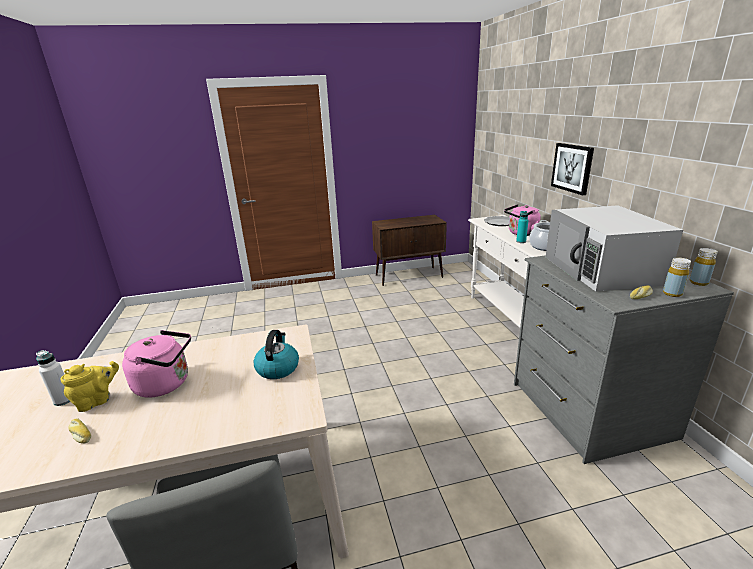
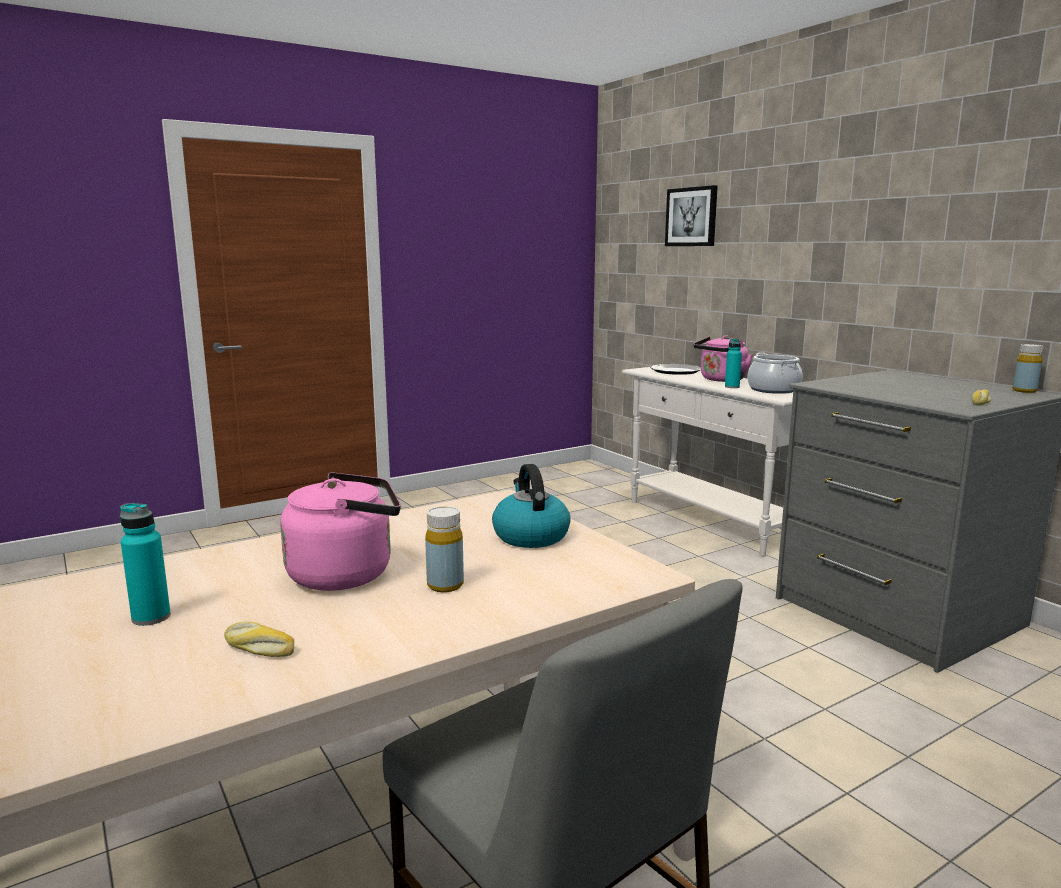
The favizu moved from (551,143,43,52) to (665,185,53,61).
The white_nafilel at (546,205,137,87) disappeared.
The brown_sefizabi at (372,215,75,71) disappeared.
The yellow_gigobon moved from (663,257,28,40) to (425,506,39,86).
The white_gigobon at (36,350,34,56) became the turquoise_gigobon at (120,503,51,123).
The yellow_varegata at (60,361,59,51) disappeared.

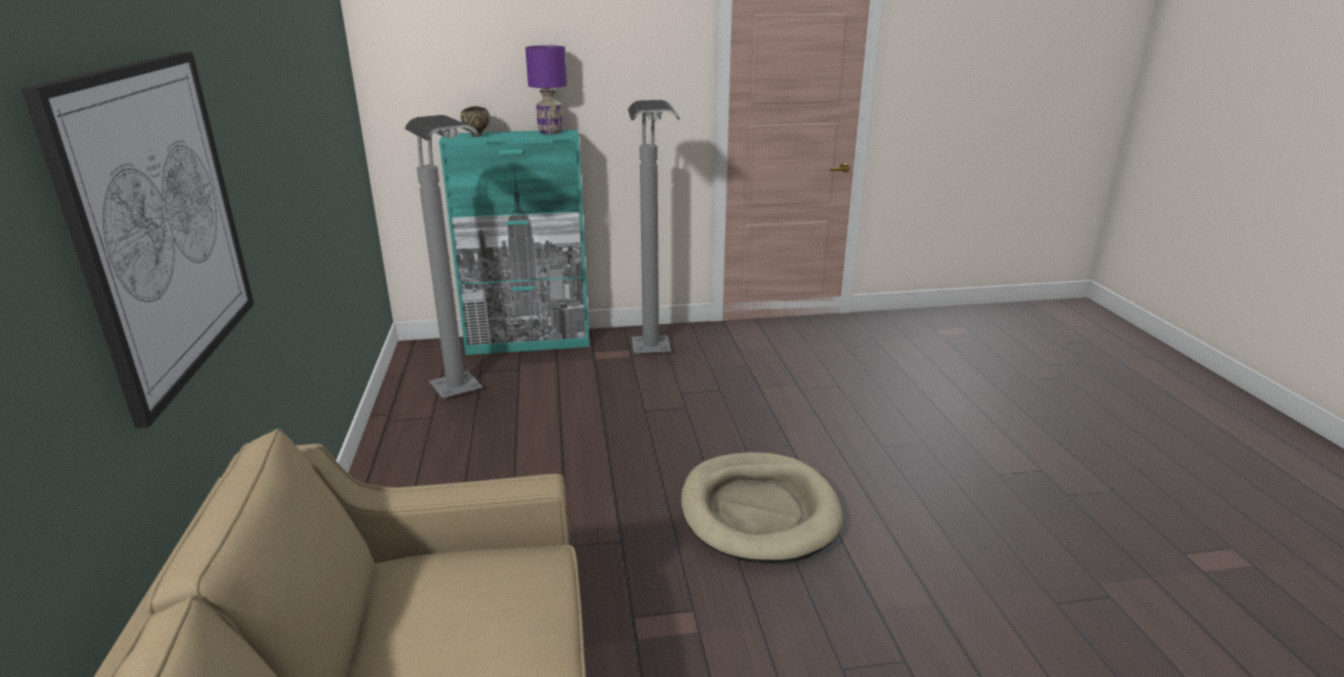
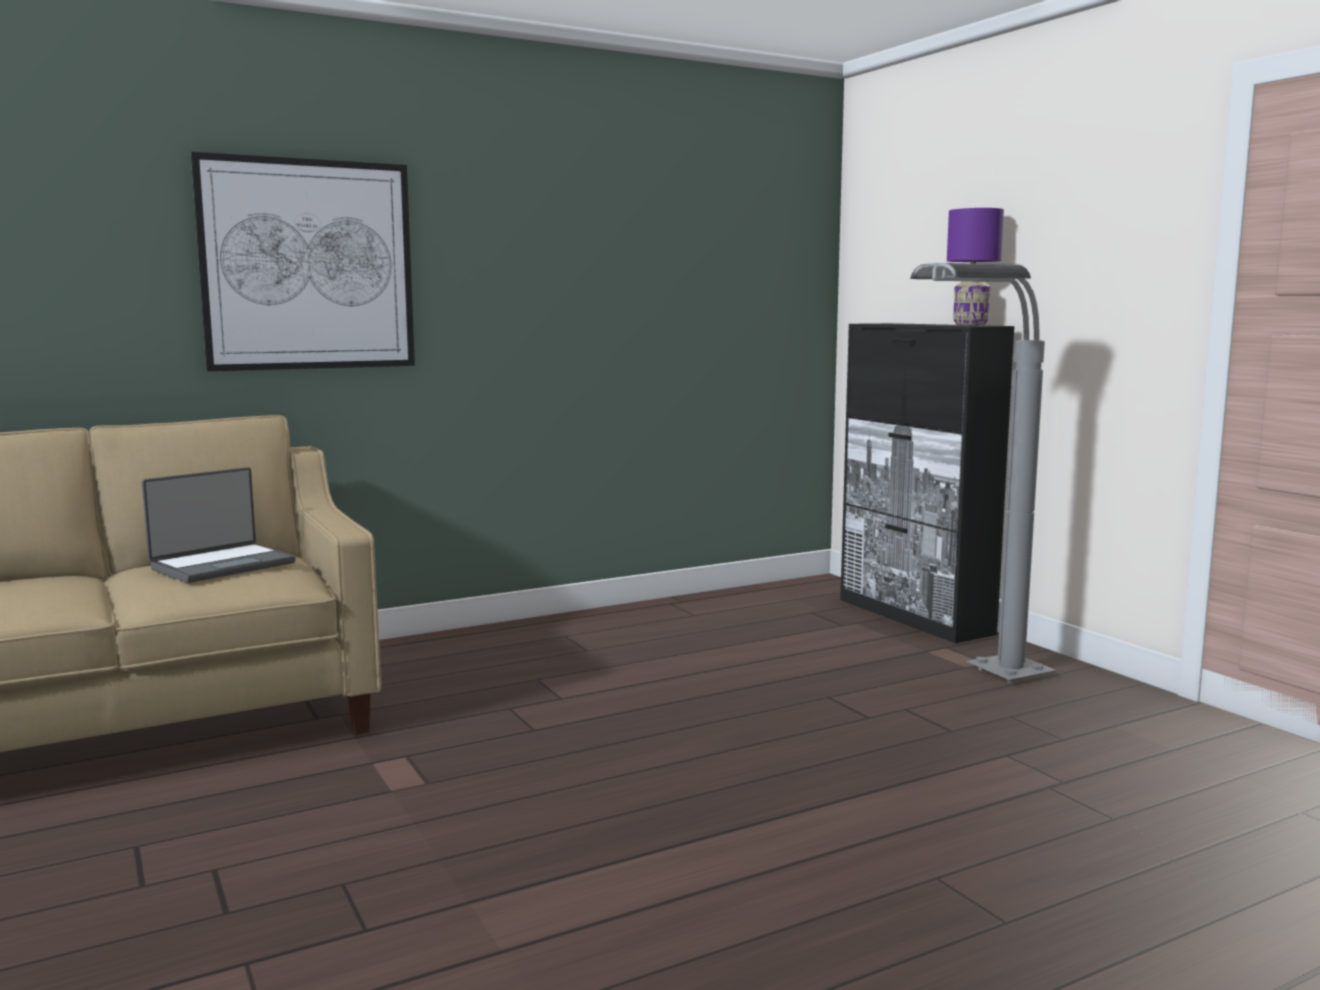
The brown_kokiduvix at (461,106,29,31) disappeared.
The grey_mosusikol at (405,115,78,284) disappeared.
The turquoise_sefizabi at (439,130,151,225) became the black_sefizabi at (840,323,175,320).
The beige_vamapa at (681,452,162,111) disappeared.
The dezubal at (142,467,154,116) appeared.

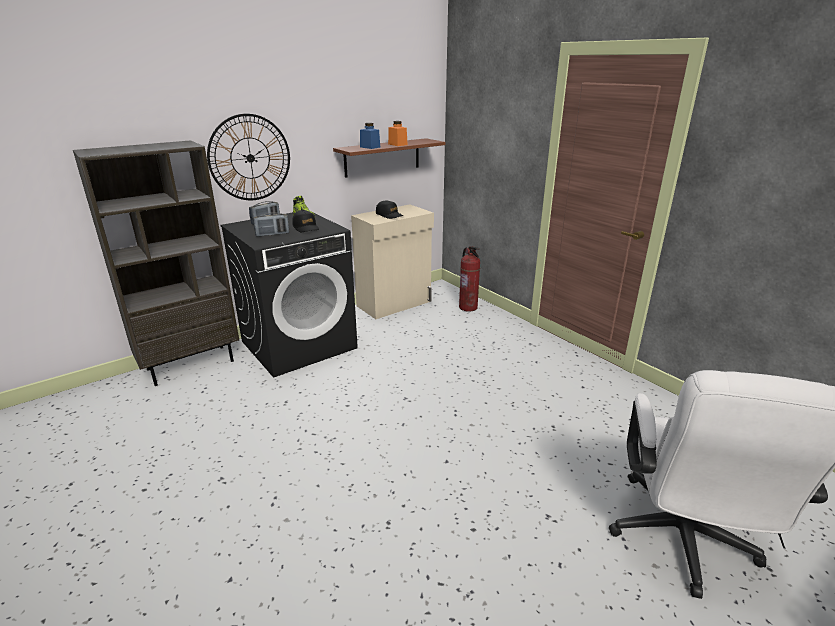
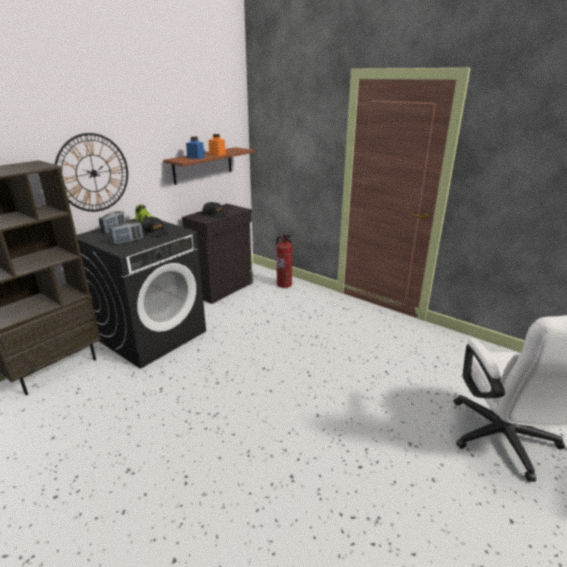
The beige_sefizabi at (351,204,83,115) became the black_sefizabi at (182,204,71,100).

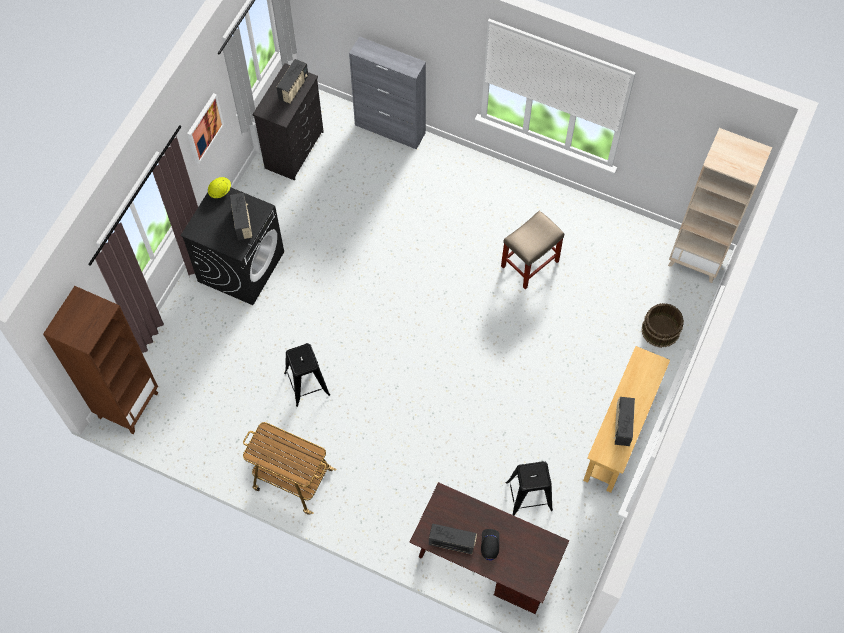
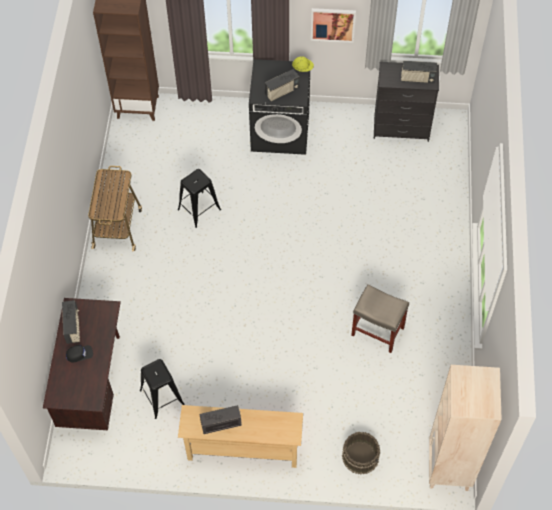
The grey_sefizabi at (349,36,77,113) disappeared.

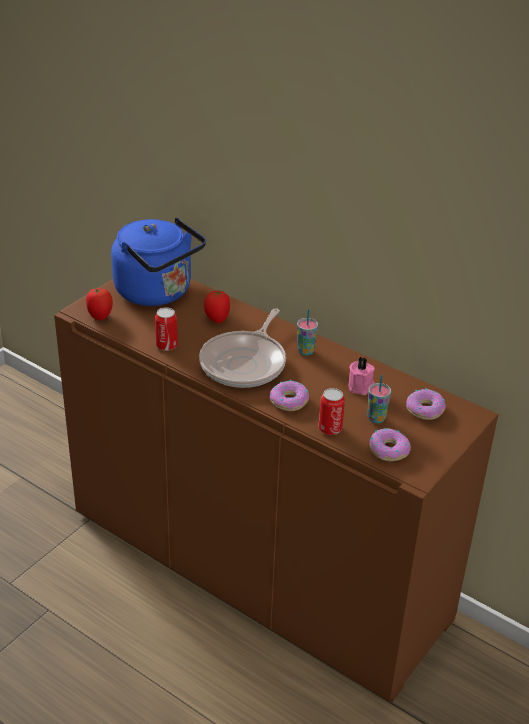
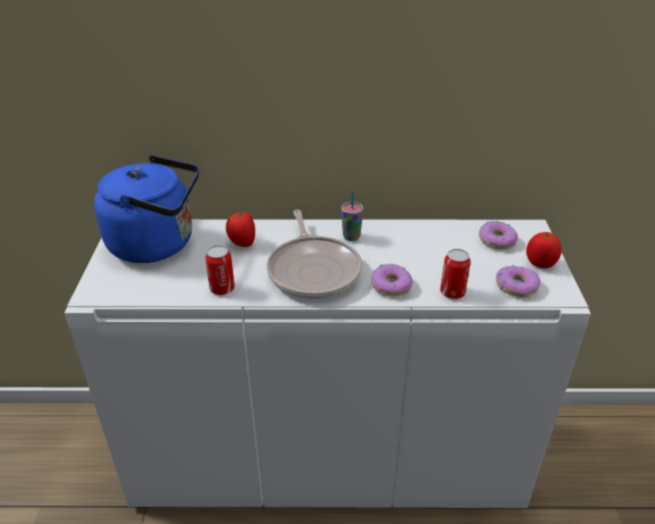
The brown_sefizabi at (54,279,445,423) became the white_sefizabi at (64,219,527,289).
The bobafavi moved from (86,288,27,33) to (526,232,36,36).
The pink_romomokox at (348,357,27,38) disappeared.
The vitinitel at (368,375,23,48) disappeared.

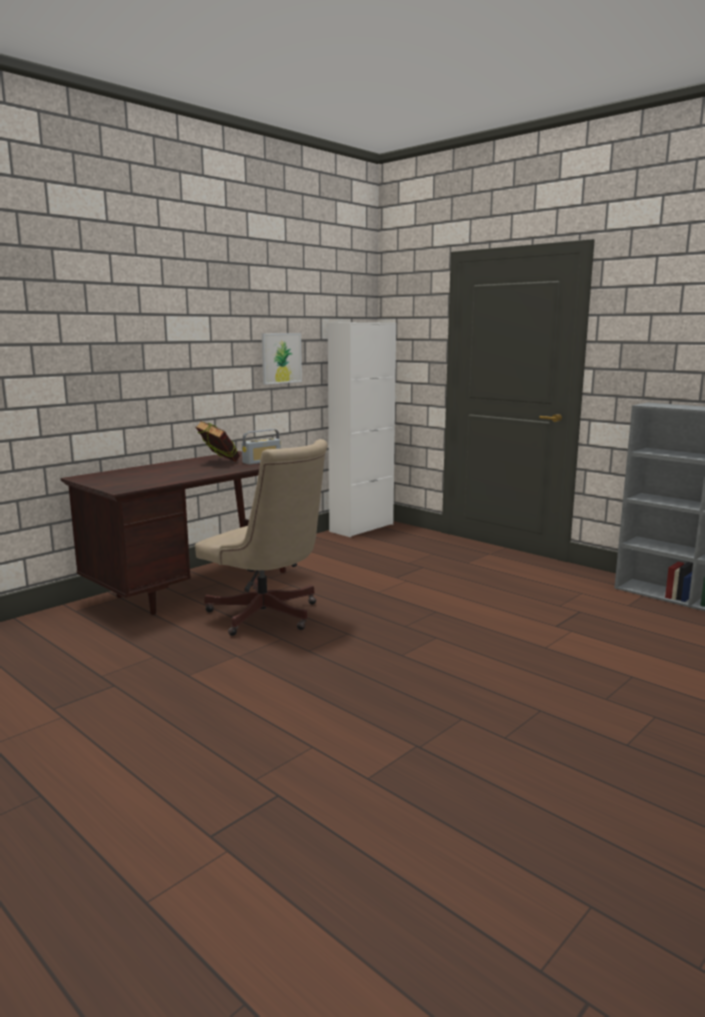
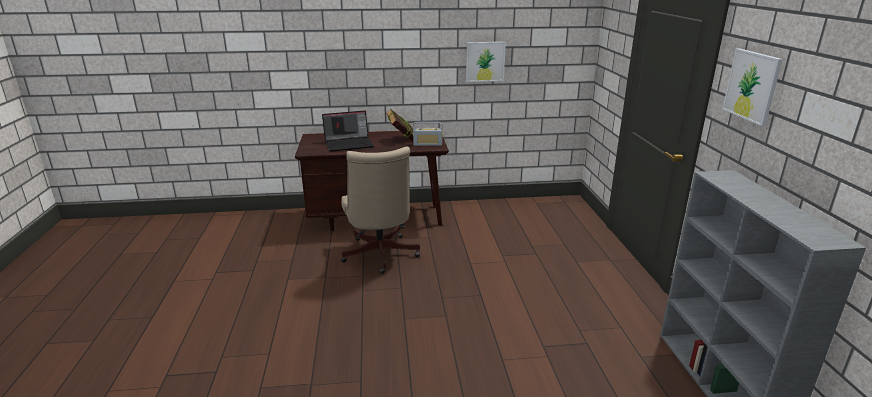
The white_sefizabi at (328,322,68,215) disappeared.
The favizu at (722,48,61,78) appeared.
The dezubal at (322,110,52,42) appeared.

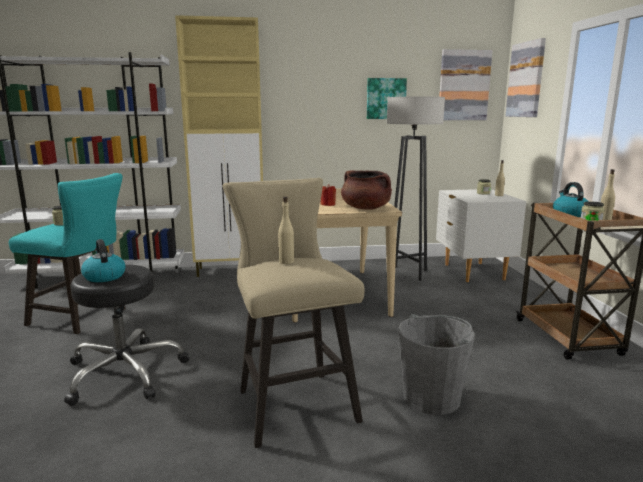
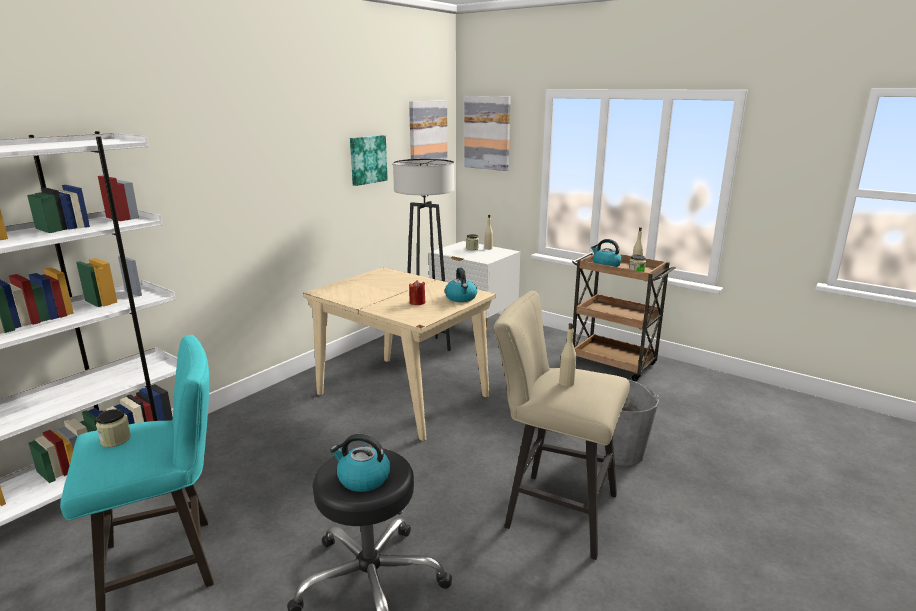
The beige_sefizabi at (175,15,88,262) disappeared.
The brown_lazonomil at (341,171,51,39) was replaced by the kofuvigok at (445,268,32,34).

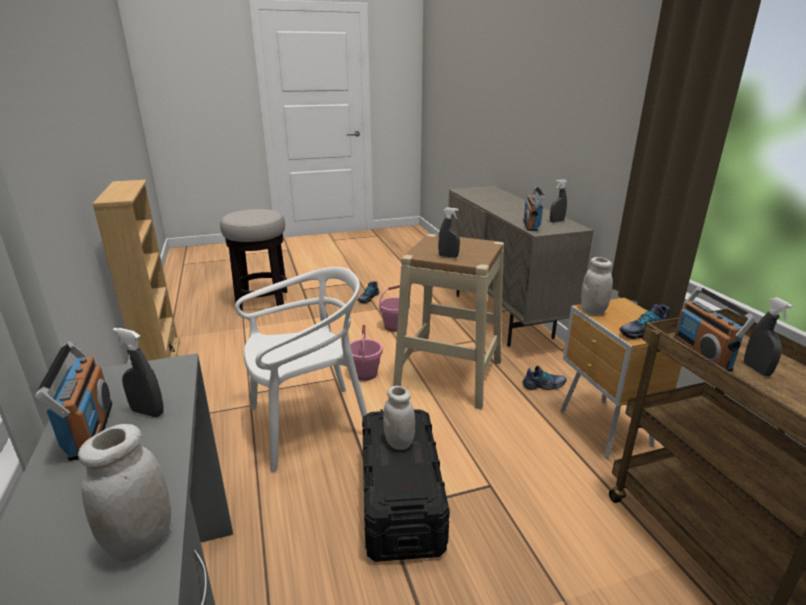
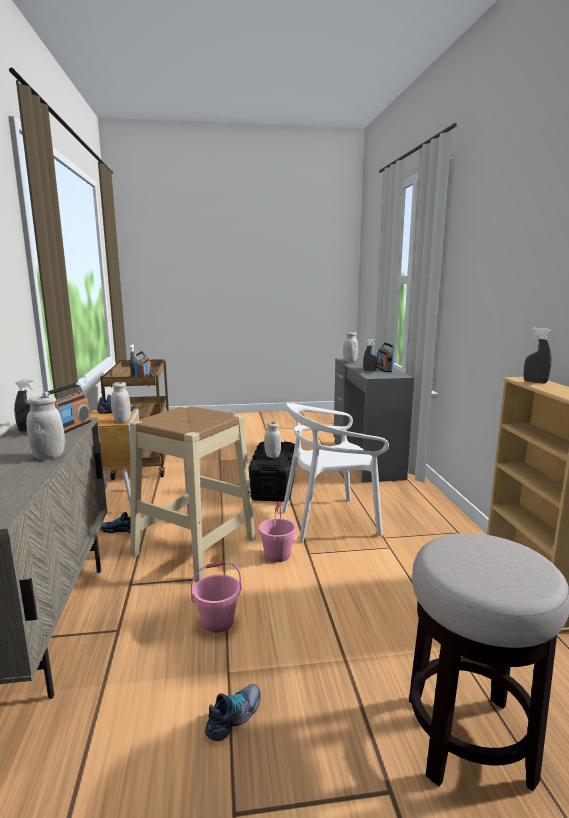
The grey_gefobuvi moved from (438,207,22,51) to (524,327,28,57).
The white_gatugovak at (26,396,39,64) appeared.

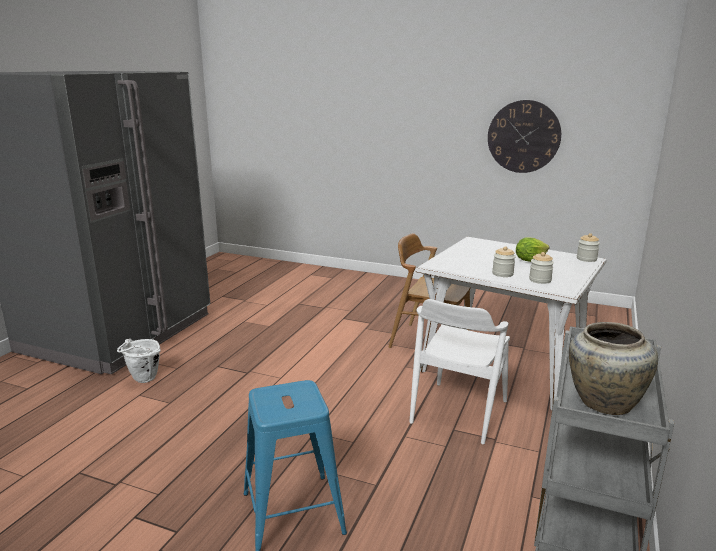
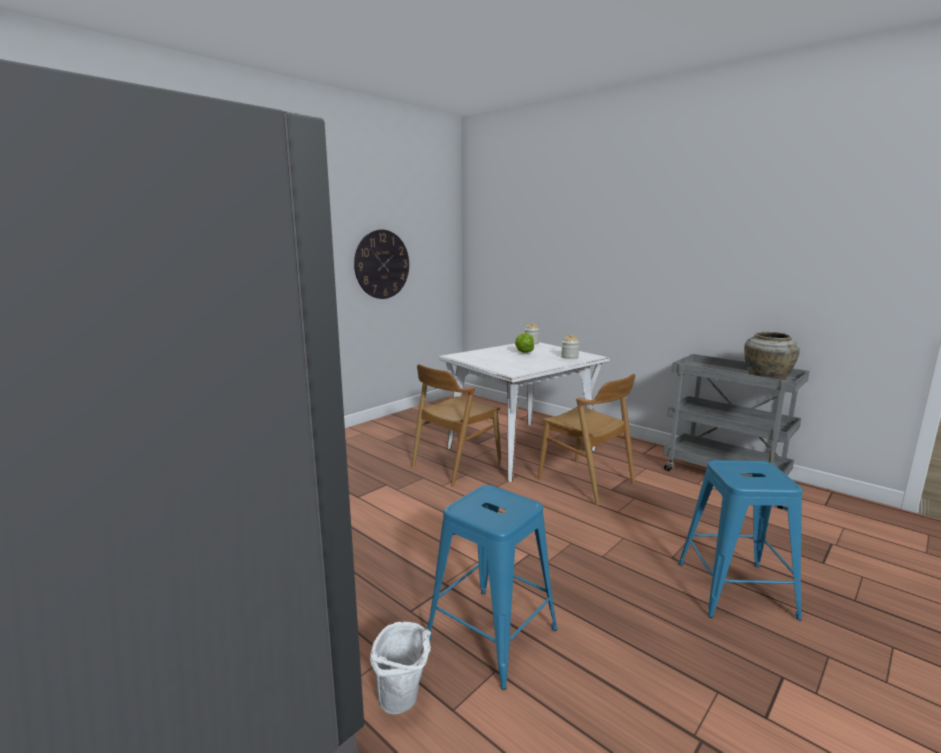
The gatugovak at (492,246,24,31) disappeared.
The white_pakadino at (409,299,101,145) became the brown_pakadino at (537,374,98,131).
The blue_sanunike at (427,485,130,205) appeared.

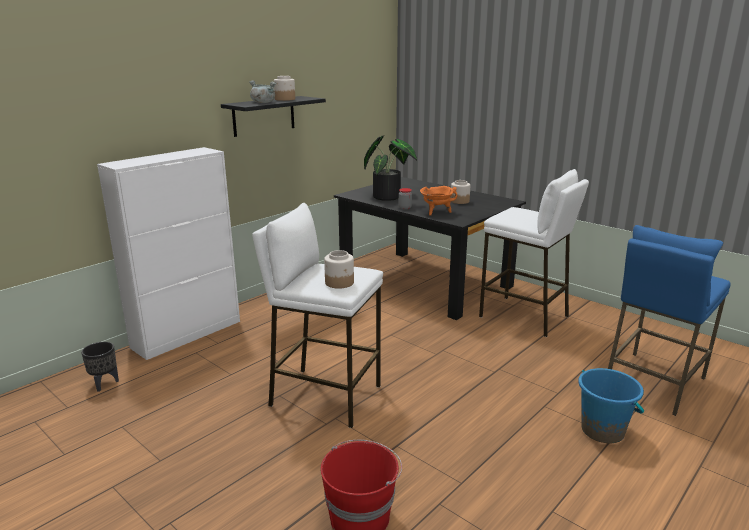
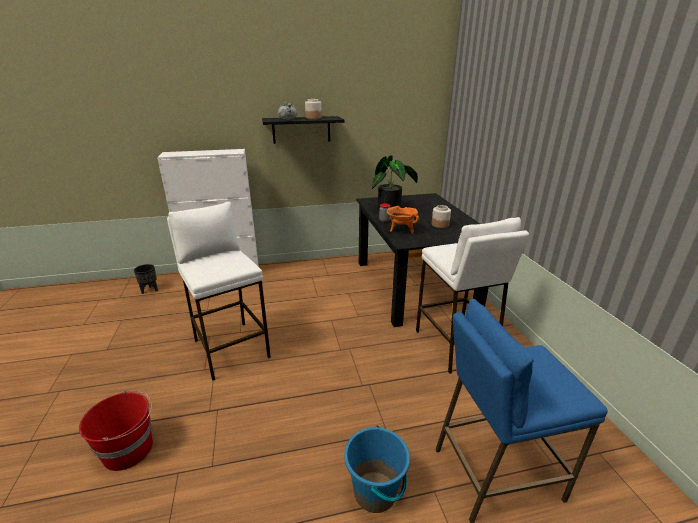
The gatugovak at (324,250,30,39) disappeared.

